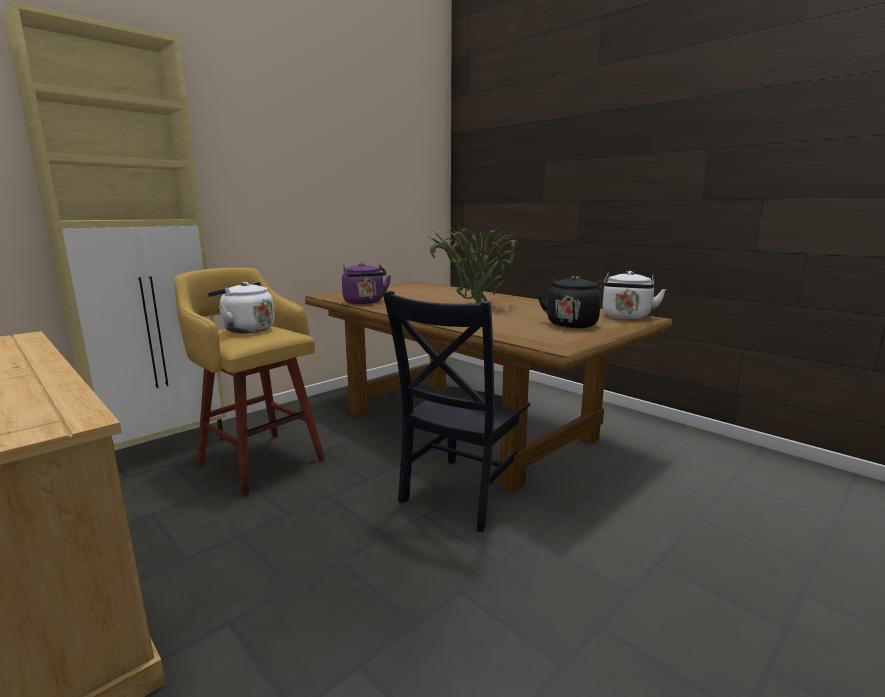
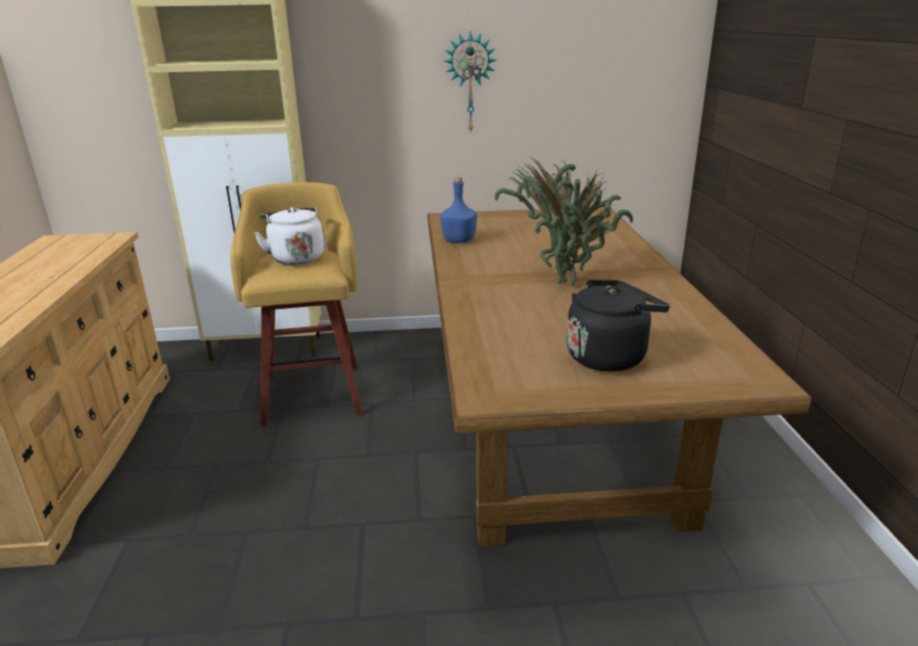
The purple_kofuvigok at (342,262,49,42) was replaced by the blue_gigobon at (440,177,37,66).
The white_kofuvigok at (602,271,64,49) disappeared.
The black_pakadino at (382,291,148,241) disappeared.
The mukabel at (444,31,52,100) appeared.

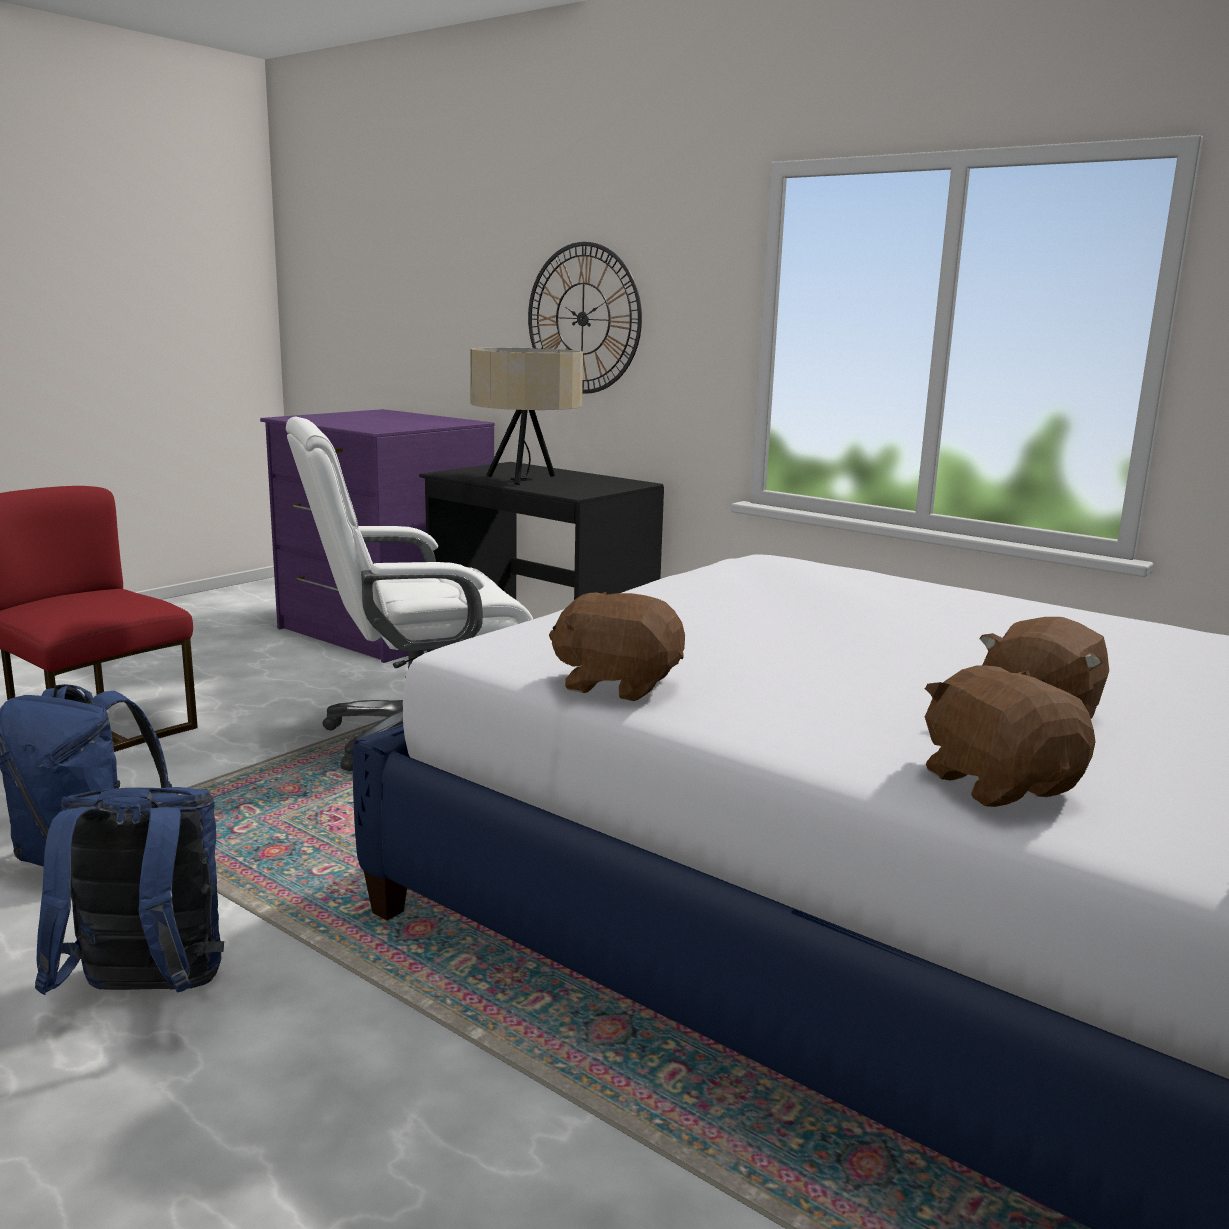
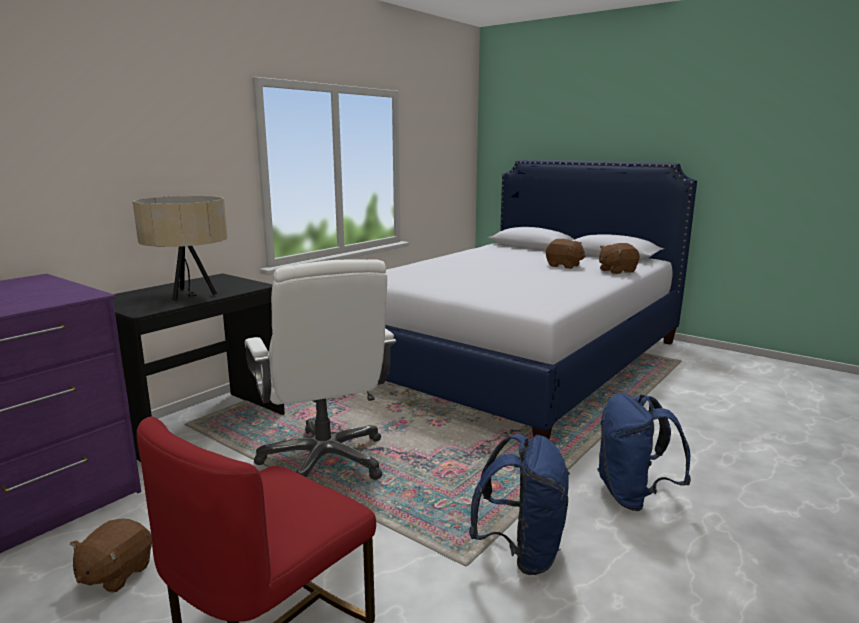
The mukabel at (528,242,114,152) disappeared.
The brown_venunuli moved from (549,592,136,109) to (70,519,82,74).

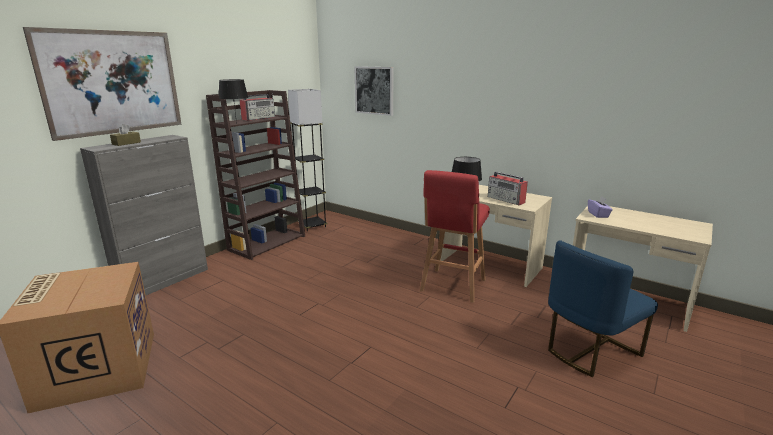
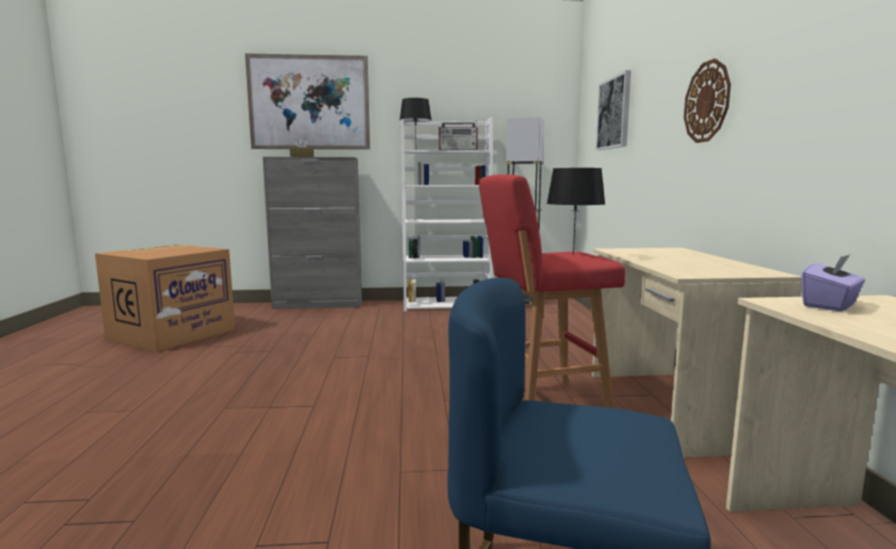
The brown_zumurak at (206,90,99,170) became the white_zumurak at (401,118,92,193).
The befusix at (488,172,40,33) disappeared.
The mukabel at (684,58,47,85) appeared.

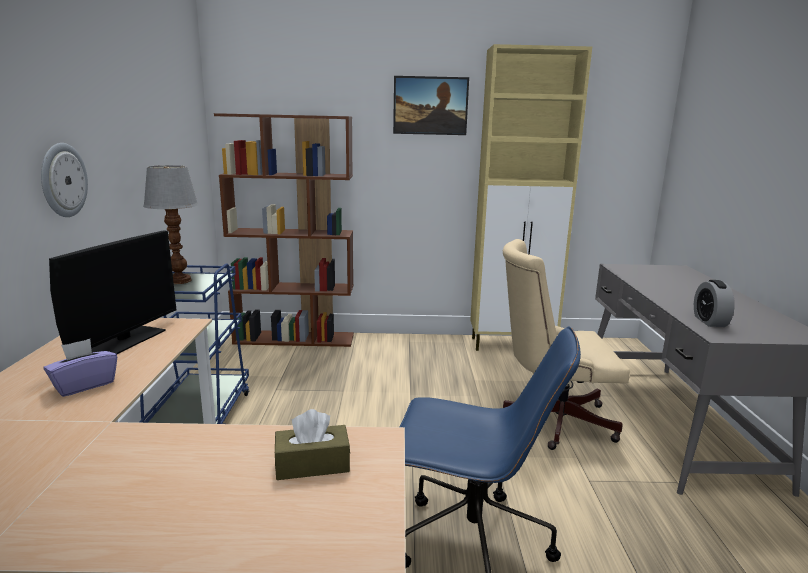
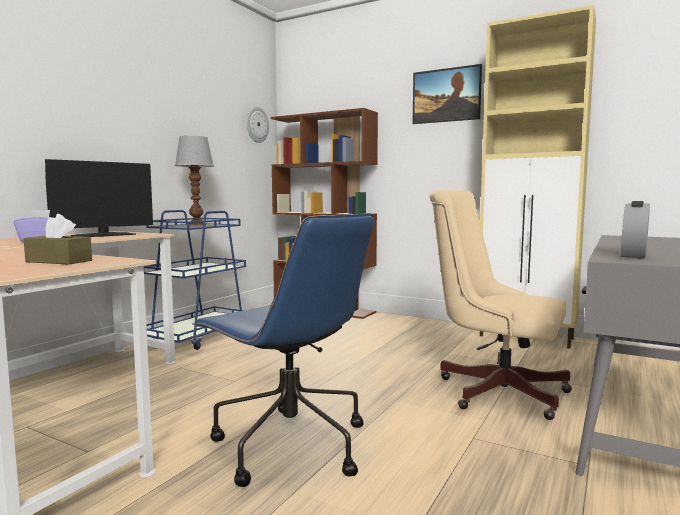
The mukabel moved from (41,143,47,74) to (246,107,23,36).

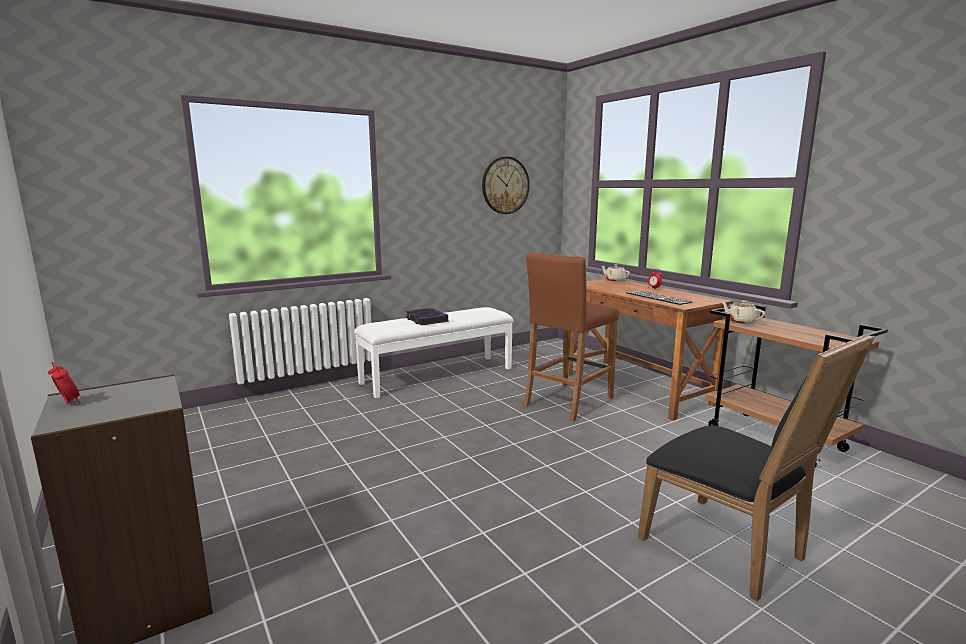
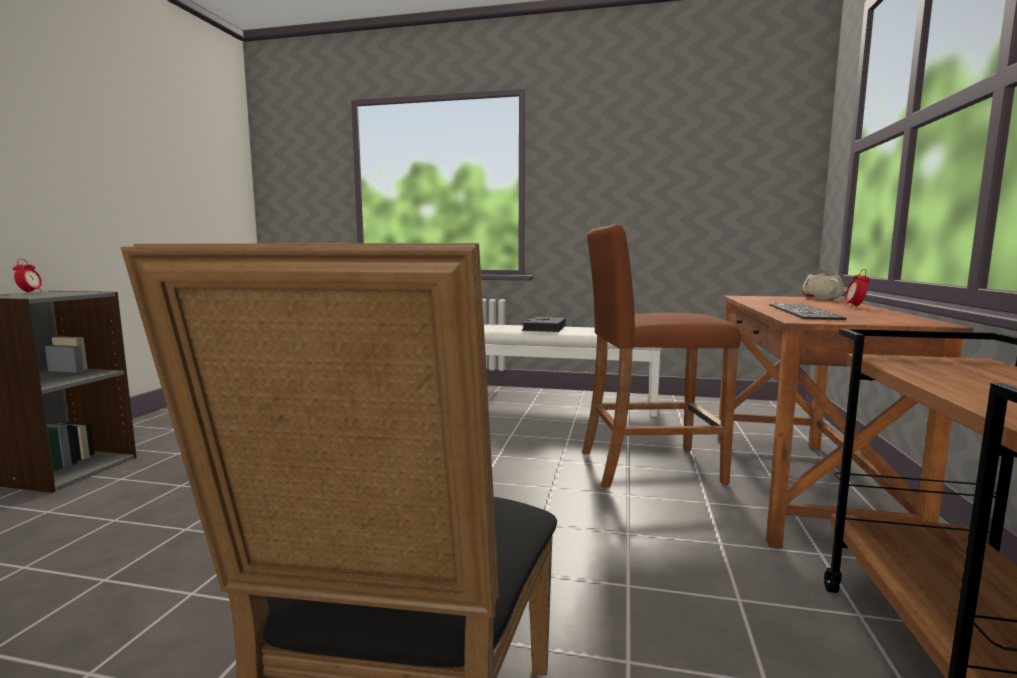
The mukabel at (482,156,48,58) disappeared.
The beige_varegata at (721,301,44,23) disappeared.

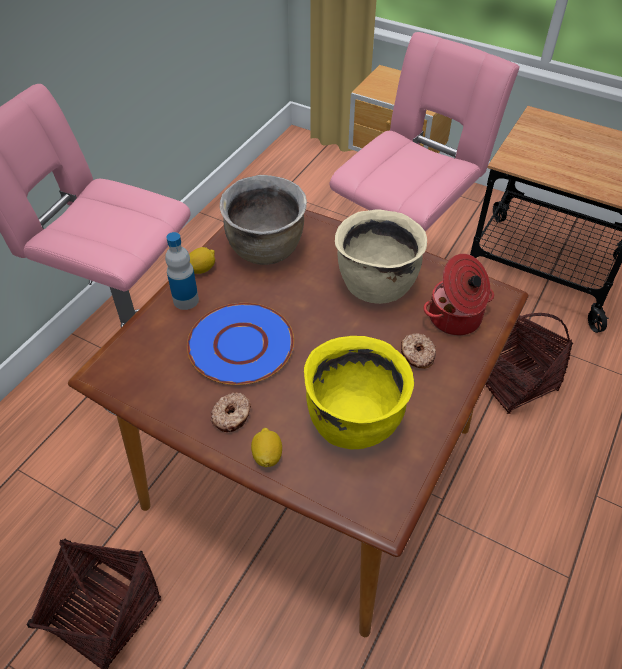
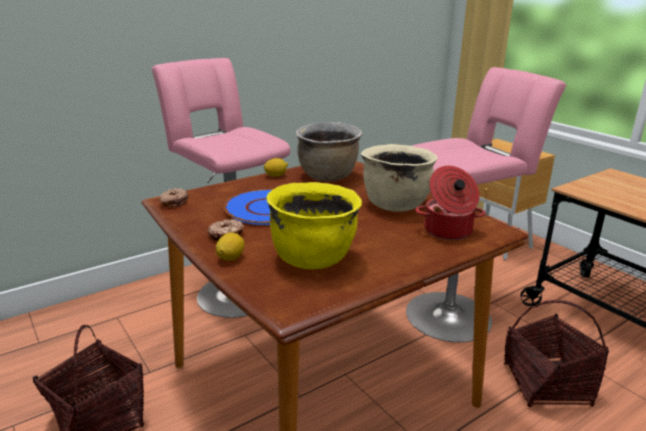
The gigobon at (165,232,34,78) disappeared.
The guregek moved from (401,333,35,36) to (159,188,29,19).

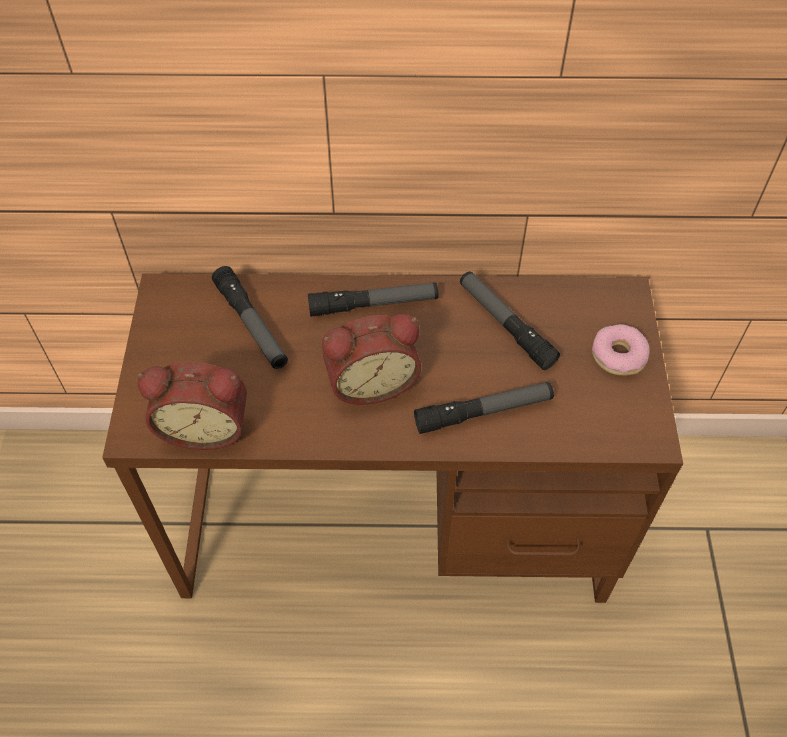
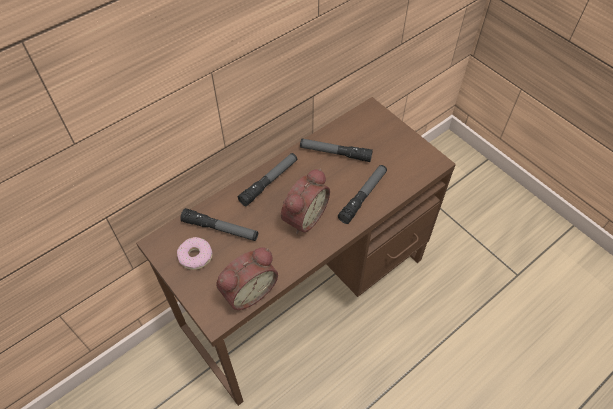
The guregek moved from (592,324,58,52) to (177,237,35,33).

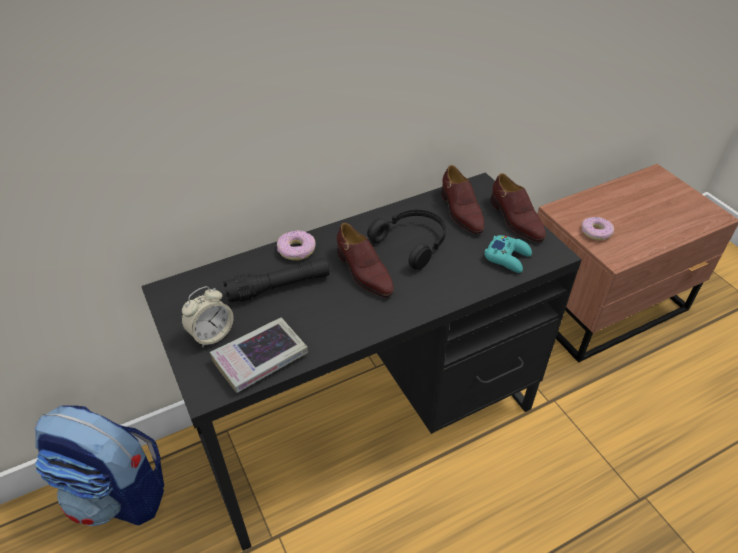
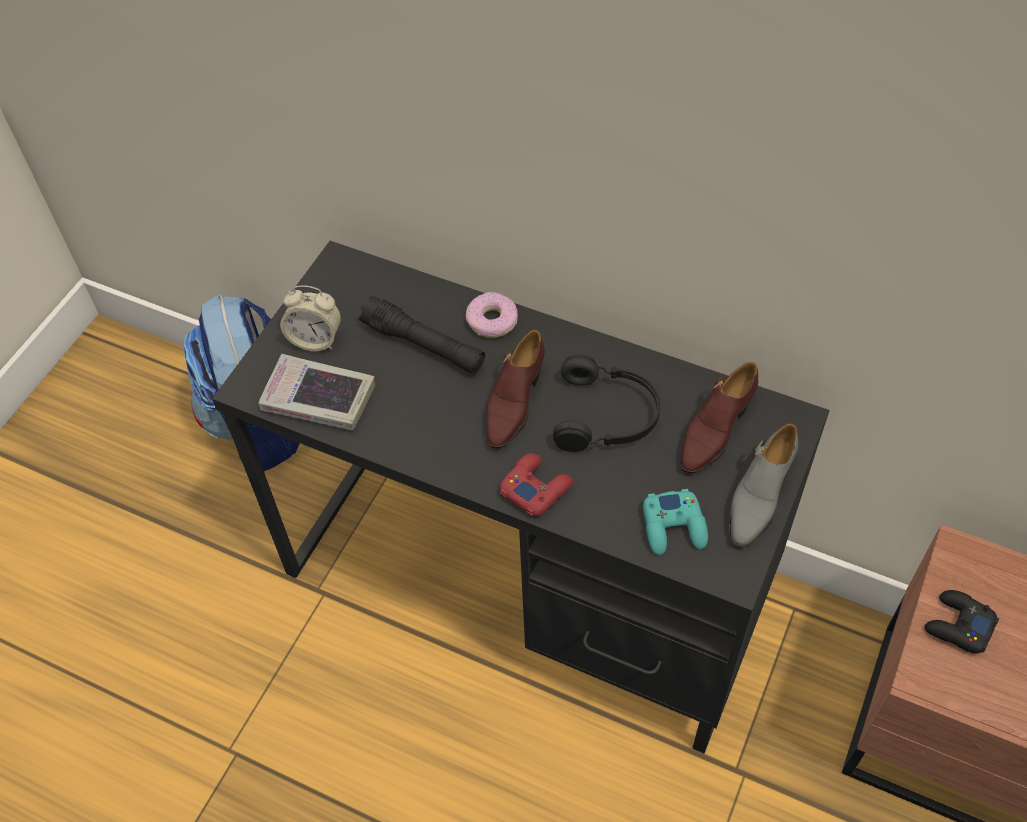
The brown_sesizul at (490,173,56,69) became the grey_sesizul at (729,424,69,123).
The guregek at (582,217,32,23) was replaced by the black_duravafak at (925,590,74,64).
The red_duravafak at (500,453,73,64) appeared.

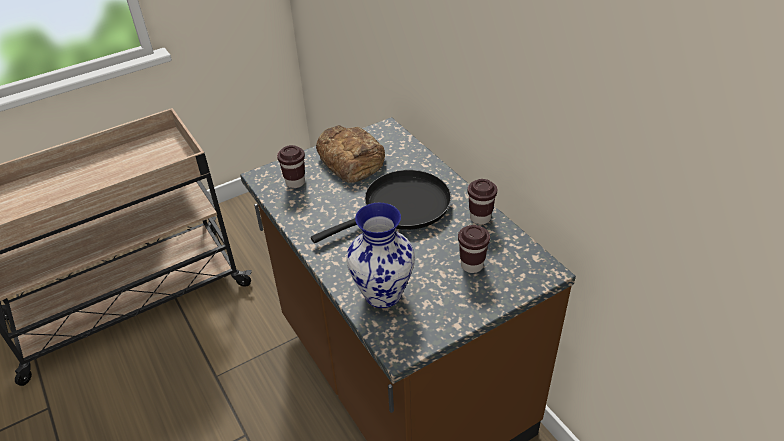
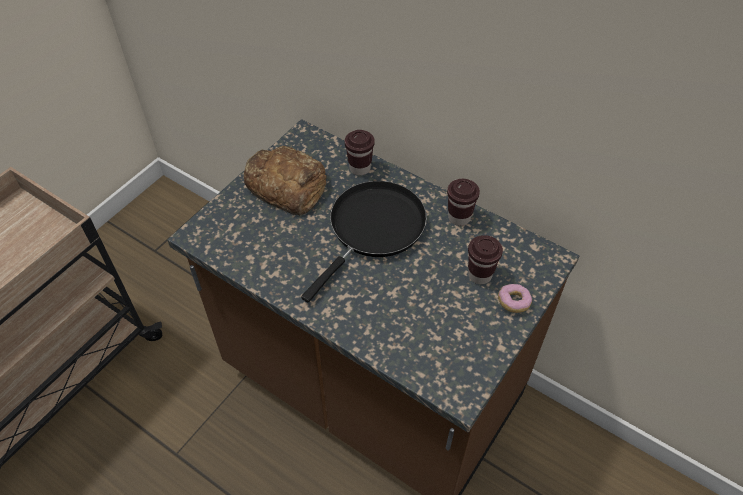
The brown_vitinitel moved from (277,145,28,43) to (345,130,30,46).
The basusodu at (346,203,69,105) disappeared.
The guregek at (498,284,34,29) appeared.

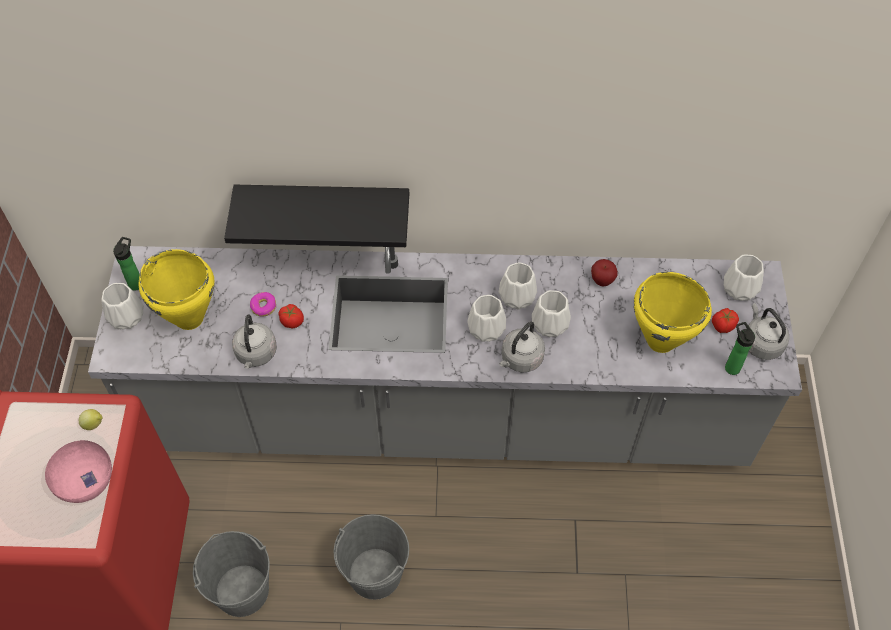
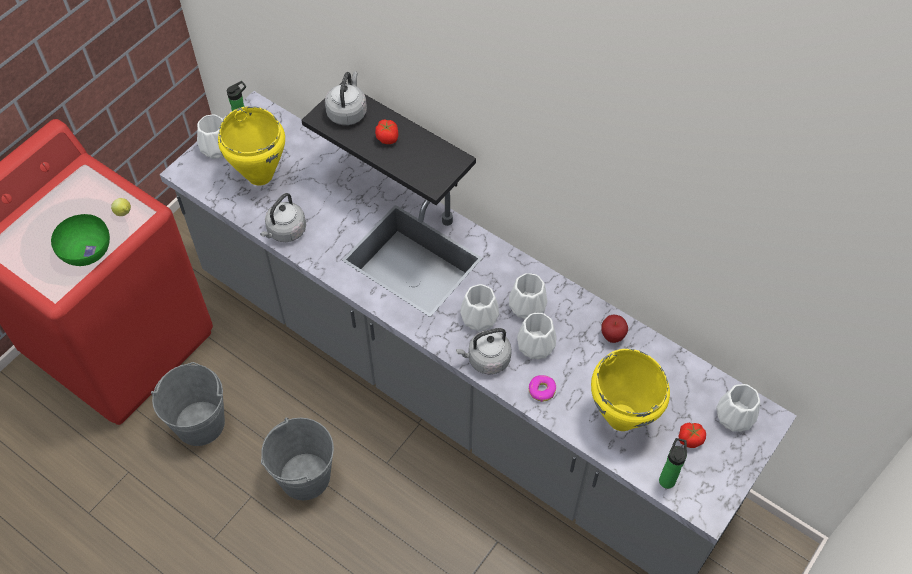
The guregek moved from (250,292,26,25) to (529,375,27,27).
The grey_kofuvigok moved from (748,303,42,57) to (325,71,42,54).
The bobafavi moved from (278,304,26,25) to (375,119,24,25).
The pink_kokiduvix at (45,440,67,63) became the green_kokiduvix at (51,214,59,52).

